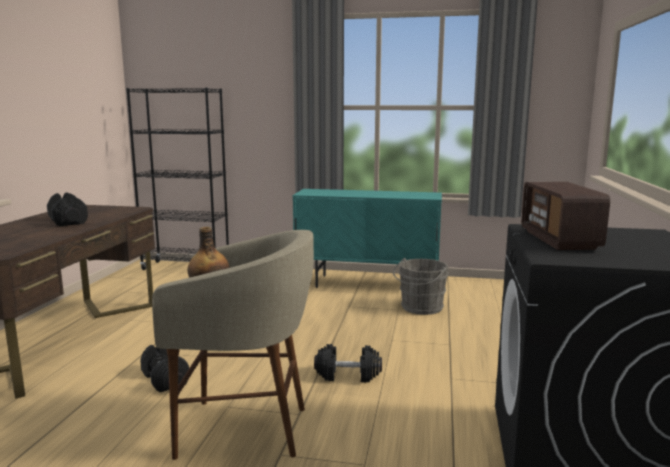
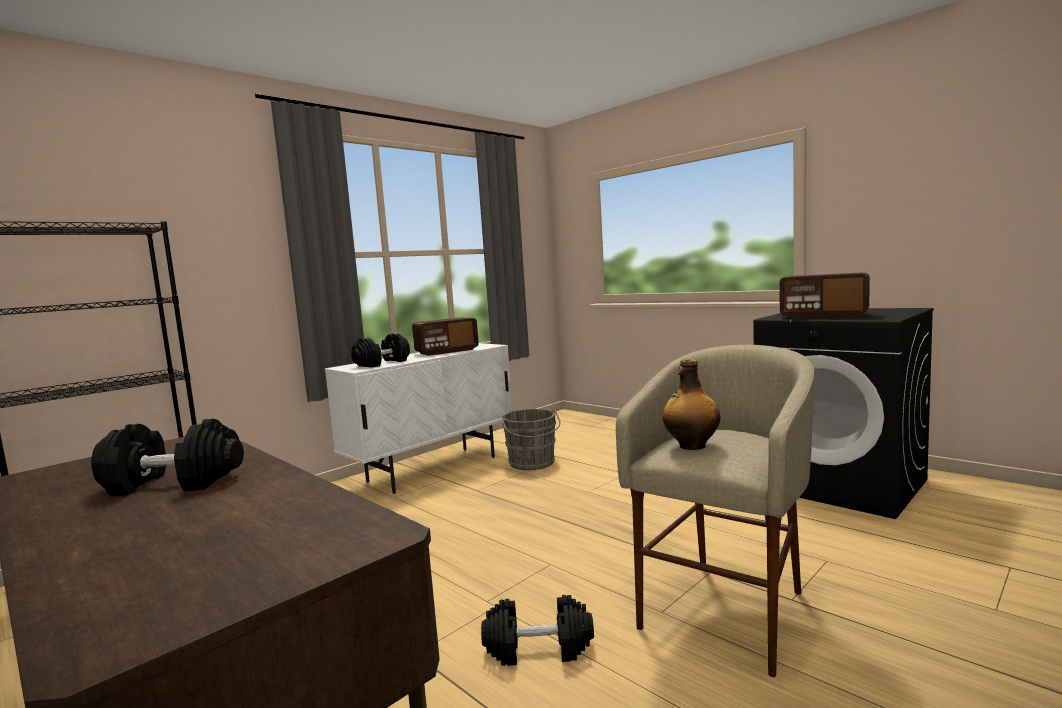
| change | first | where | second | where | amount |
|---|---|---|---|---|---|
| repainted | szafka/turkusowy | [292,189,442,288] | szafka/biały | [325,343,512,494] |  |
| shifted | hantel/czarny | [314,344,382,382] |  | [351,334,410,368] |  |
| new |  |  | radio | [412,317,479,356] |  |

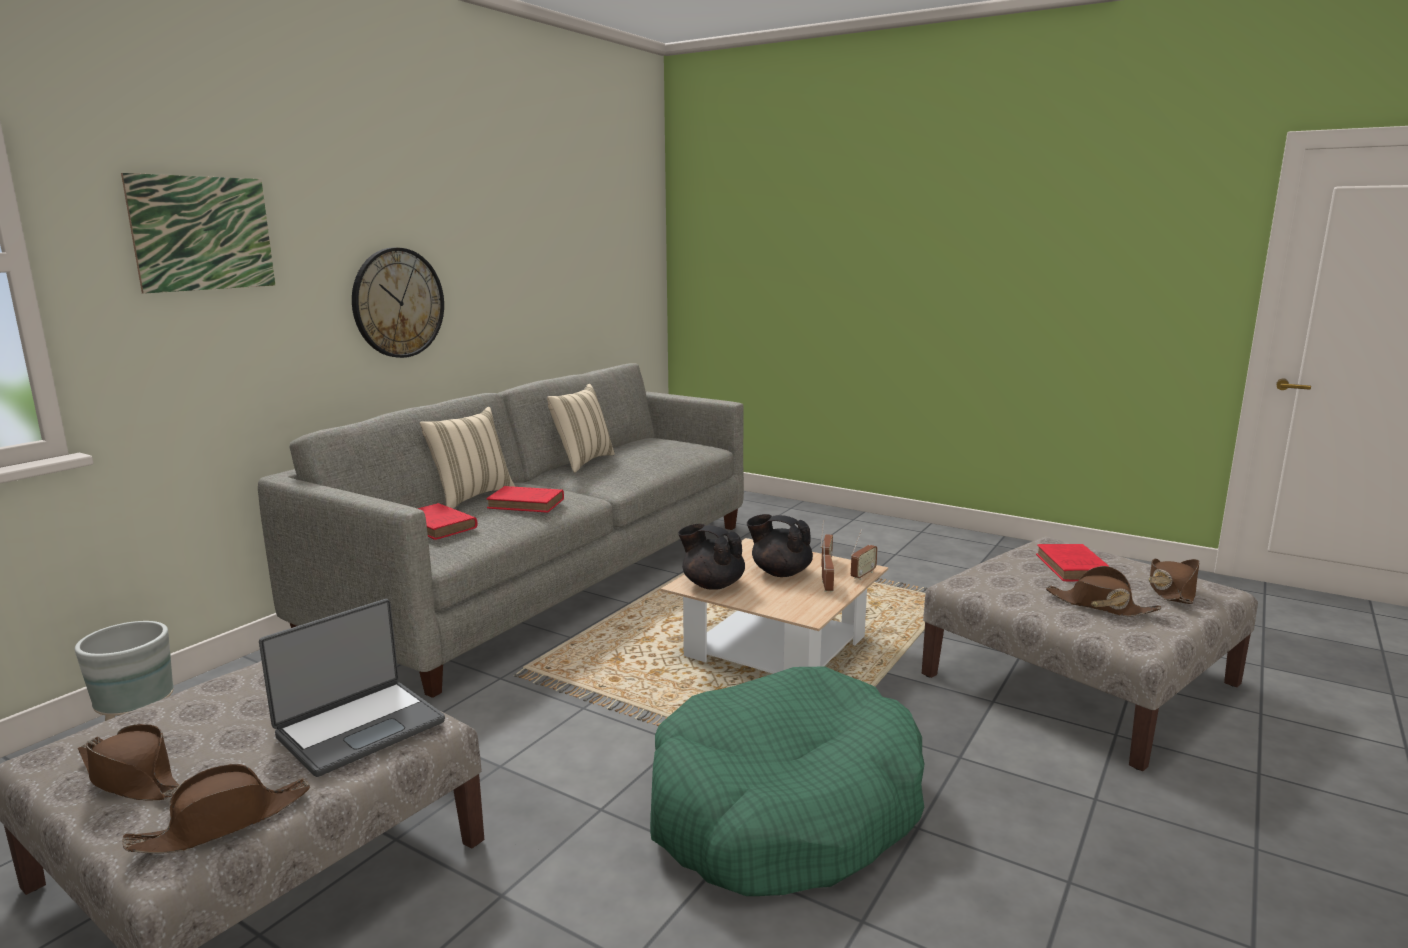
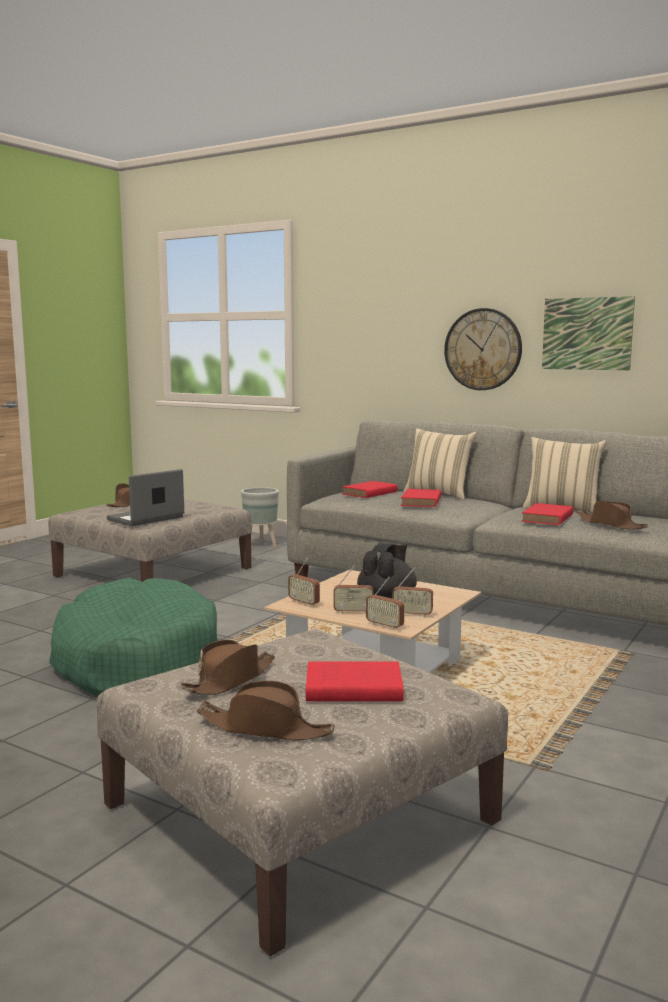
| change | first | where | second | where | amount |
|---|---|---|---|---|---|
| shifted | obraz | [121,173,275,294] |  | [542,296,635,370] |  |
| gone | imbryk/czarny | [678,524,745,590] |  |  |  |
| rotated | laptop | [259,599,445,777] |  | [106,469,184,526] | 90 degrees clockwise |
| shifted | kapelusz/brązowy | [122,764,311,854] |  | [576,501,649,530] |  |
| new |  |  | książka/czerwony | [521,503,573,525] |  |
| new |  |  | radio | [288,558,320,607] |  |

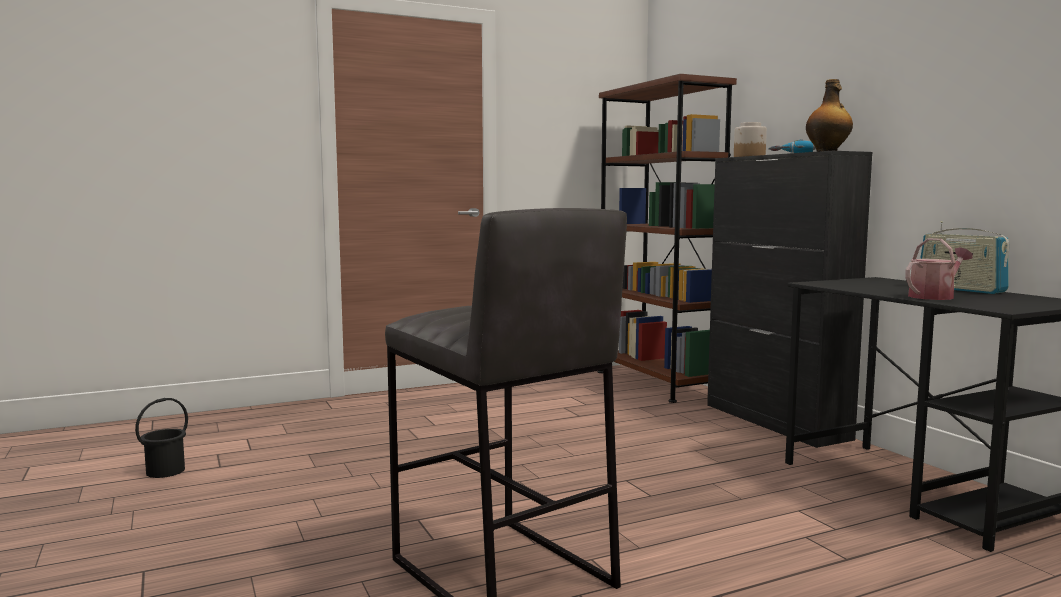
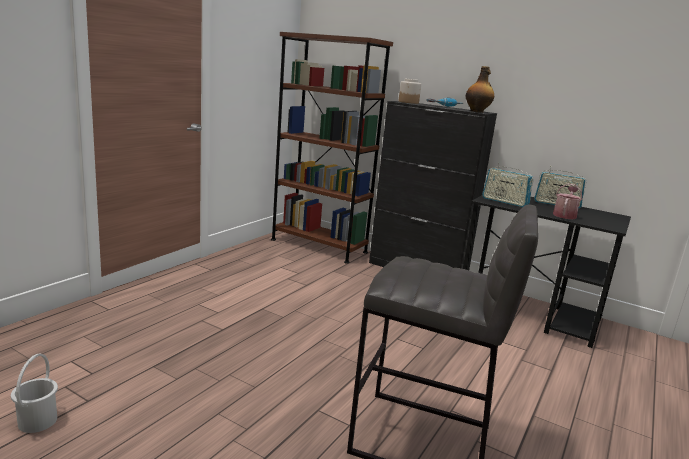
| change | first | where | second | where | amount |
|---|---|---|---|---|---|
| repainted | wiadro/czarny | [135,398,188,478] | wiadro/biały | [11,353,58,433] |  |
| new |  |  | radio | [482,162,534,207] |  |

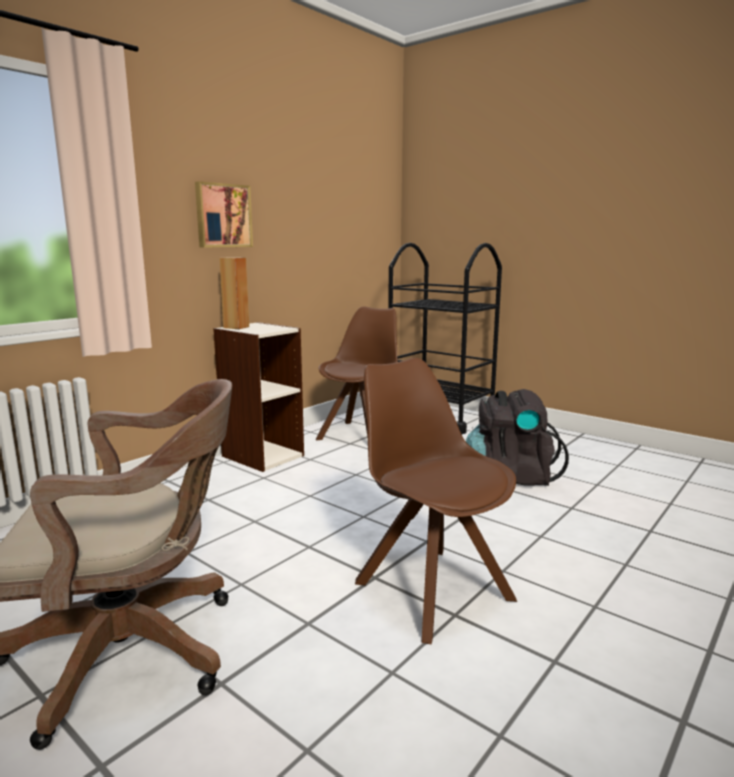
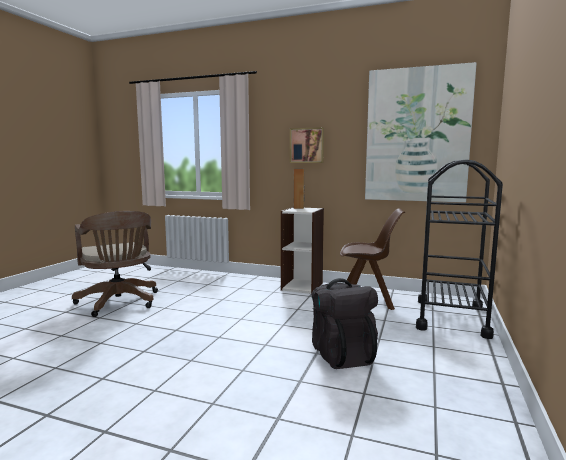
| change | first | where | second | where | amount |
|---|---|---|---|---|---|
| gone | krzesło/brązowy | [355,358,517,645] |  |  |  |
| new |  |  | obraz | [365,62,477,202] |  |

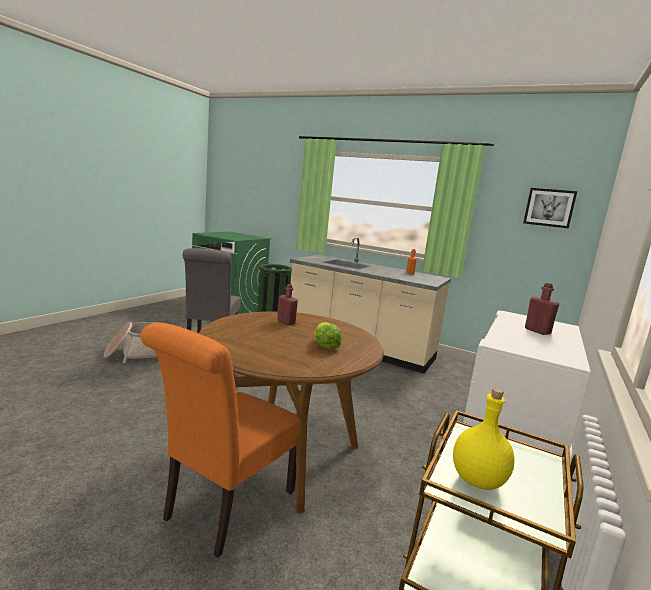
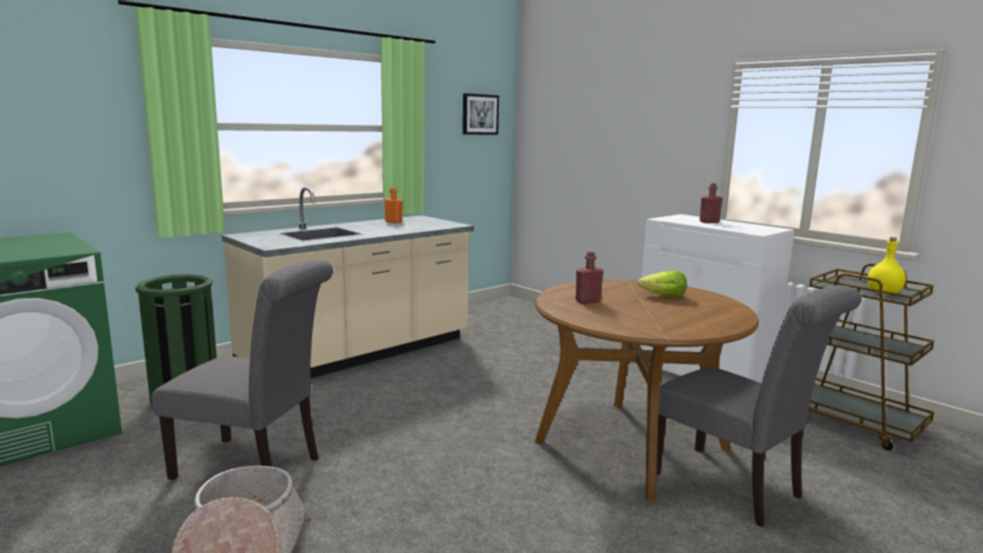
| change | first | where | second | where | amount |
|---|---|---|---|---|---|
| repainted | krzesło/pomarańczowy | [141,323,300,558] | krzesło/szary | [657,285,862,527] |  |

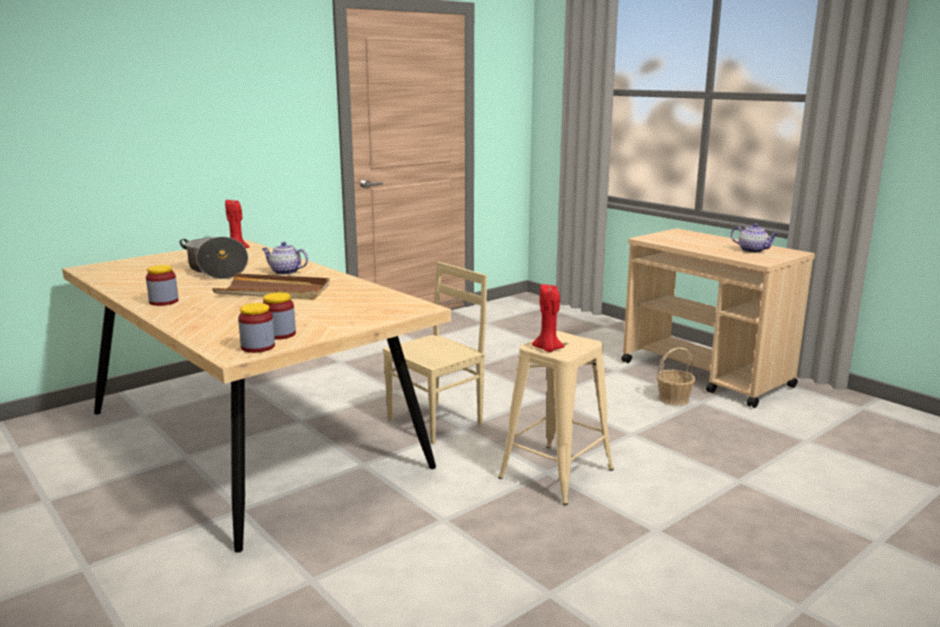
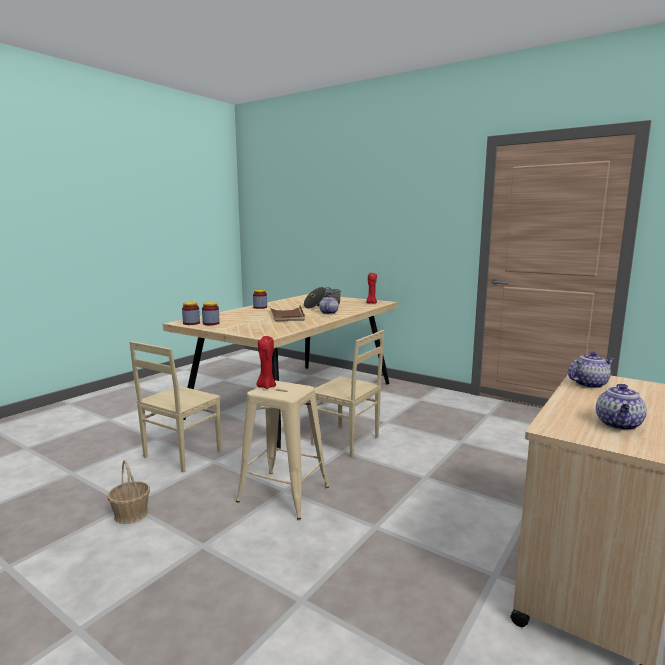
| change | first | where | second | where | amount |
|---|---|---|---|---|---|
| shifted | koszyk | [656,347,695,406] |  | [107,459,150,524] |  |
| new |  |  | krzesło/beżowy | [129,341,221,472] |  |
| new |  |  | imbryk | [568,352,615,388] |  |

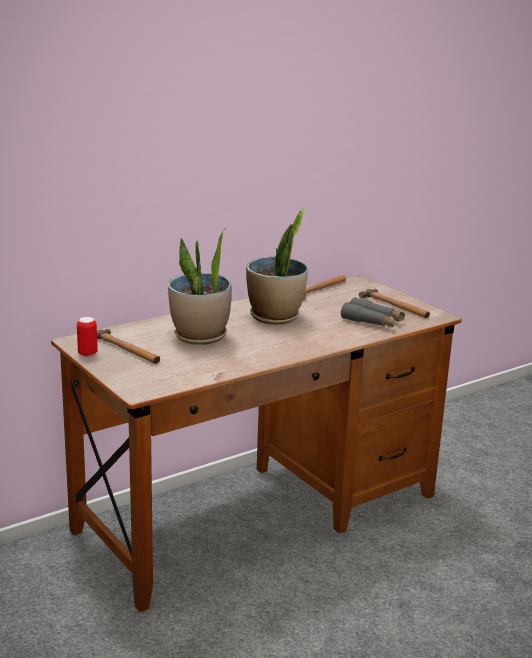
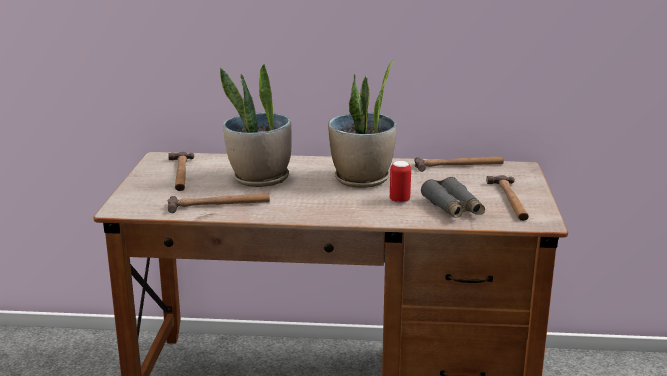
| change | first | where | second | where | amount |
|---|---|---|---|---|---|
| shifted | puszka | [77,317,98,357] |  | [390,161,411,203] |  |
| new |  |  | młotek | [167,194,270,213] |  |

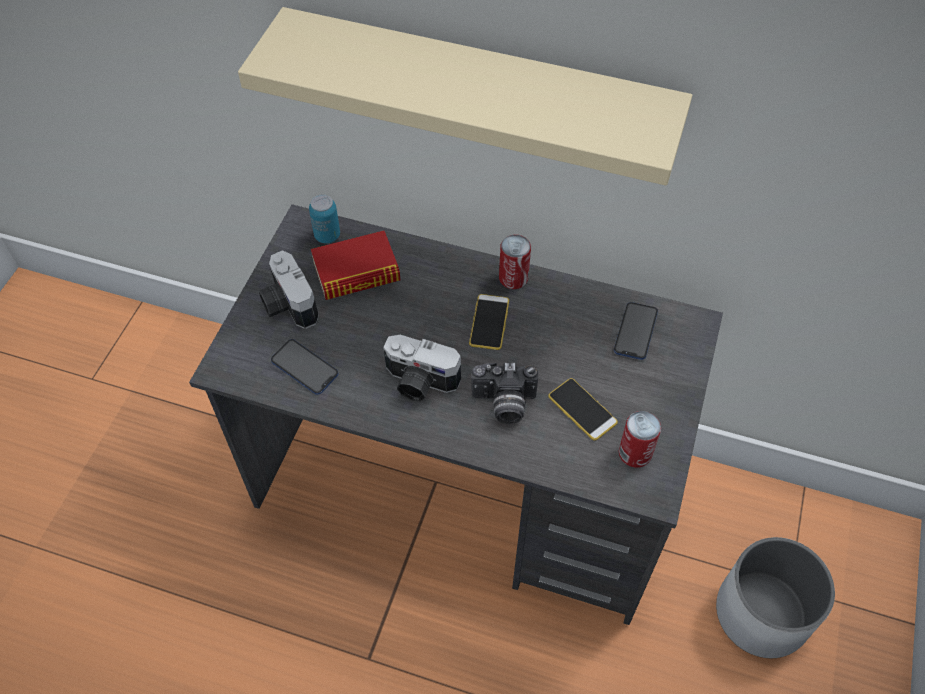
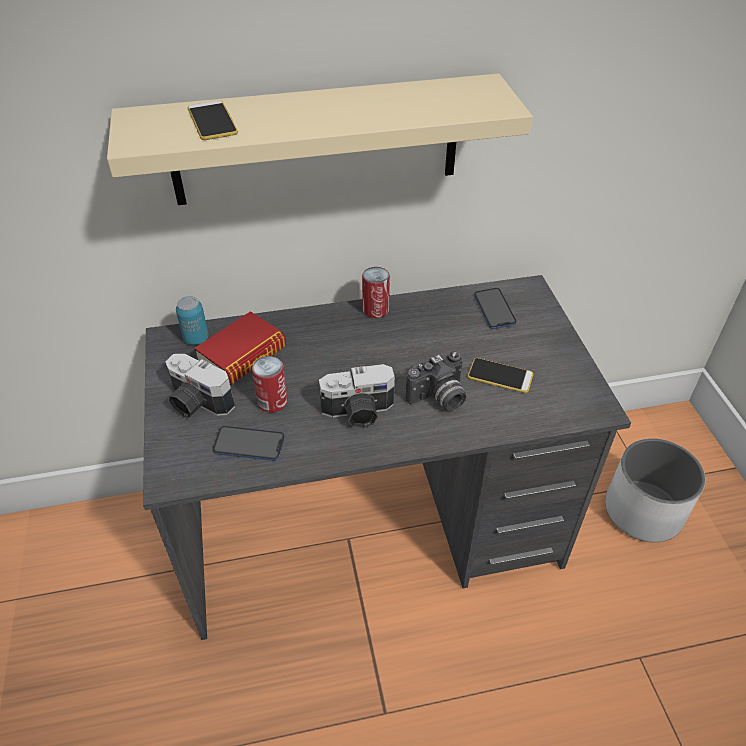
| change | first | where | second | where | amount |
|---|---|---|---|---|---|
| shifted | telefon | [469,294,509,350] |  | [187,100,238,140] |  |
| shifted | puszka | [619,411,661,468] |  | [252,356,288,413] |  |

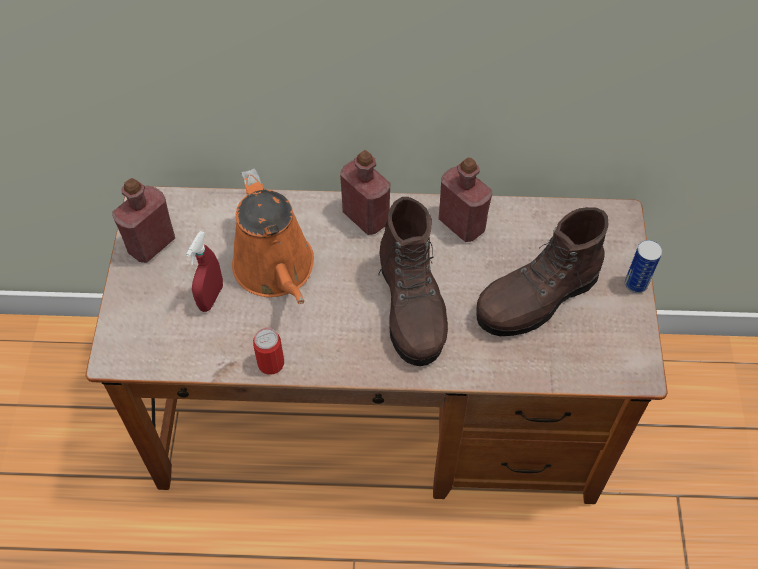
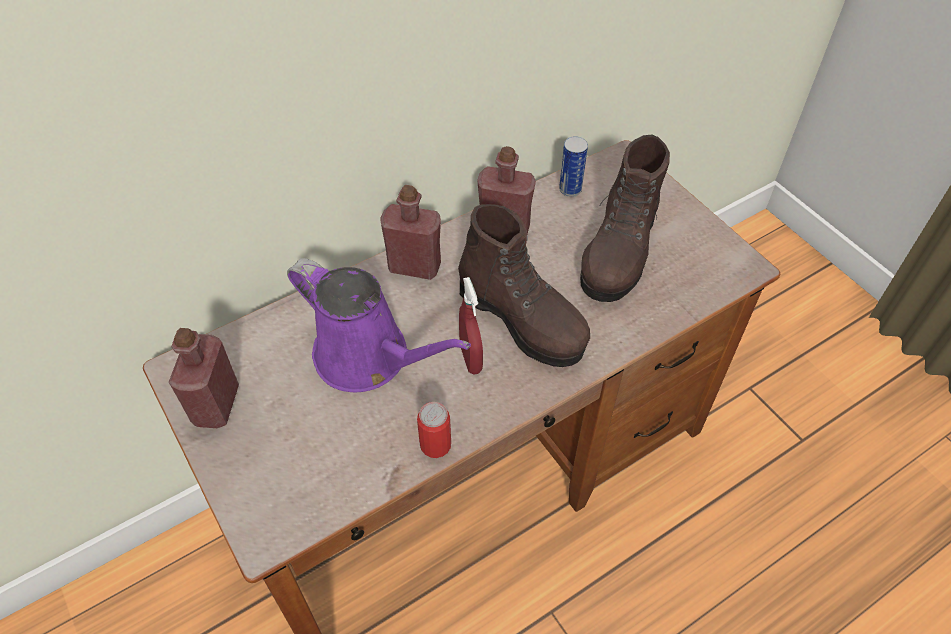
| change | first | where | second | where | amount |
|---|---|---|---|---|---|
| repainted | konewka/pomarańczowy | [232,168,314,304] | konewka/fioletowy | [287,258,471,393] |  |
| shifted | spryskiwacz/czerwony | [186,231,223,312] |  | [459,277,483,375] |  |
| shifted | puszka | [625,240,662,293] |  | [559,136,588,197] |  |

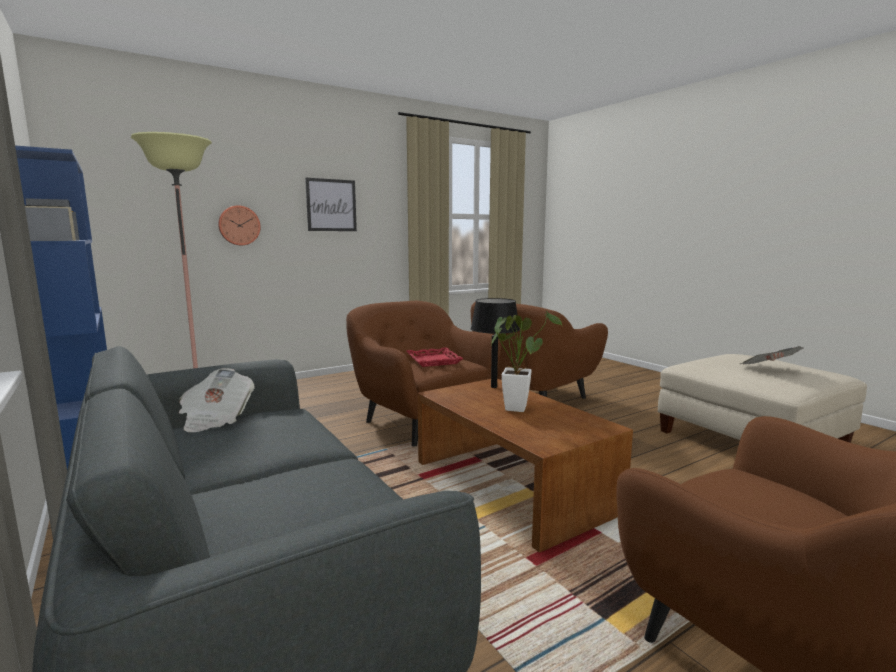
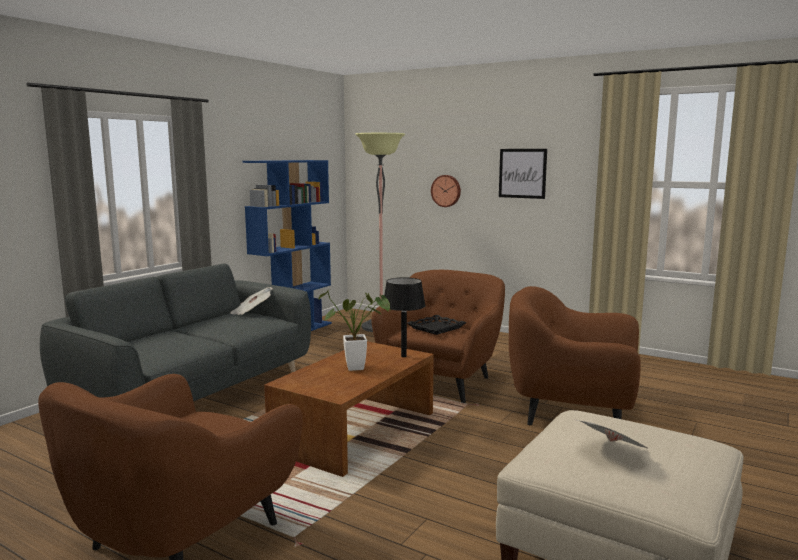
| change | first | where | second | where | amount |
|---|---|---|---|---|---|
| repainted | taca/czerwony | [406,347,463,367] | taca/czarny | [407,315,466,335] |  |

